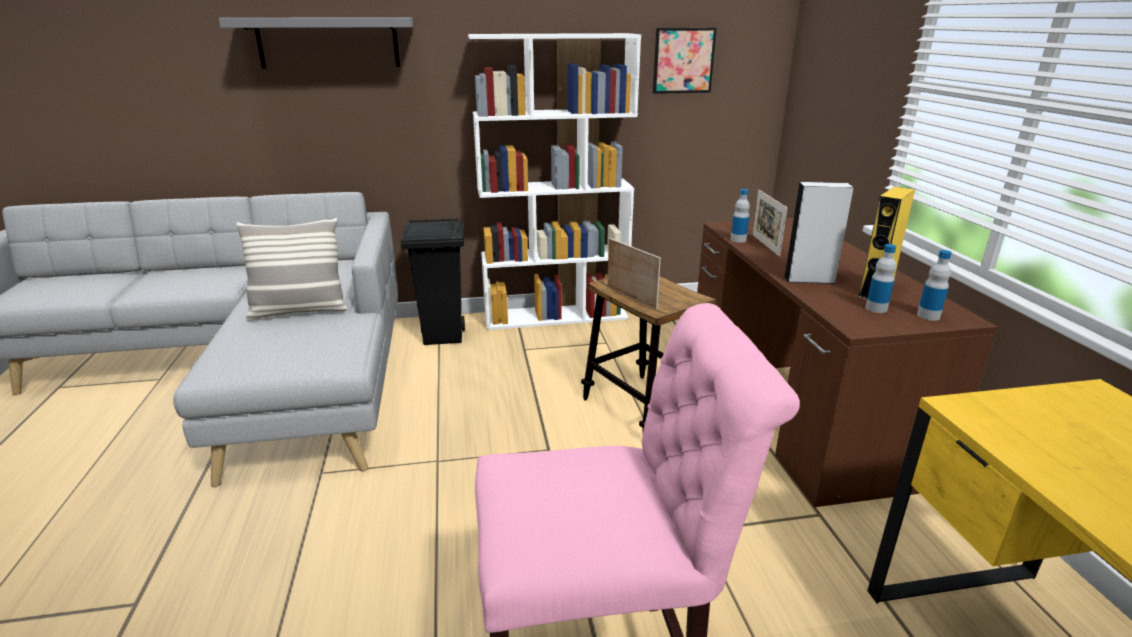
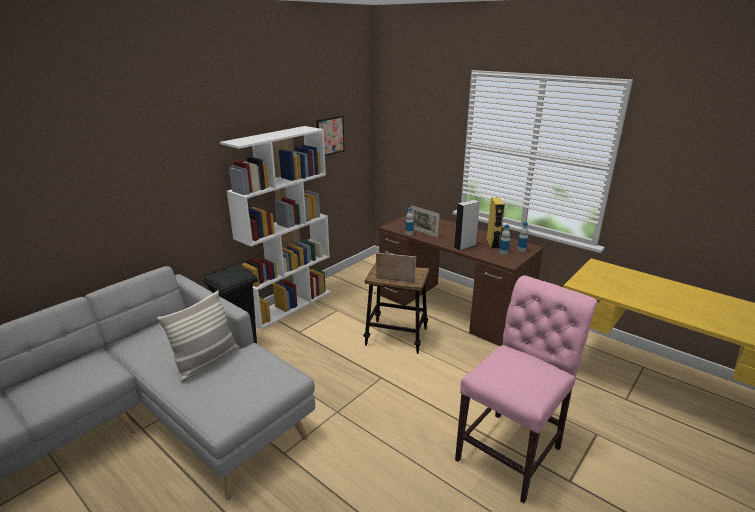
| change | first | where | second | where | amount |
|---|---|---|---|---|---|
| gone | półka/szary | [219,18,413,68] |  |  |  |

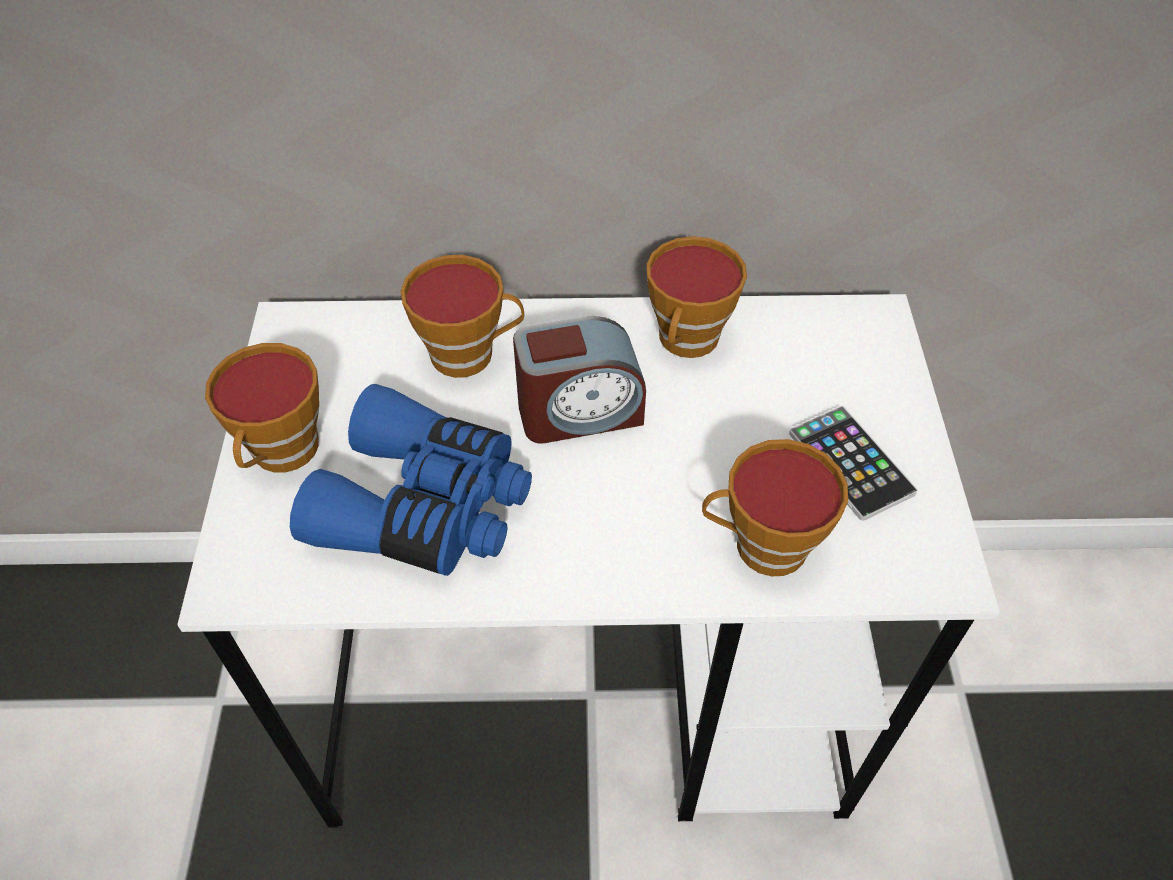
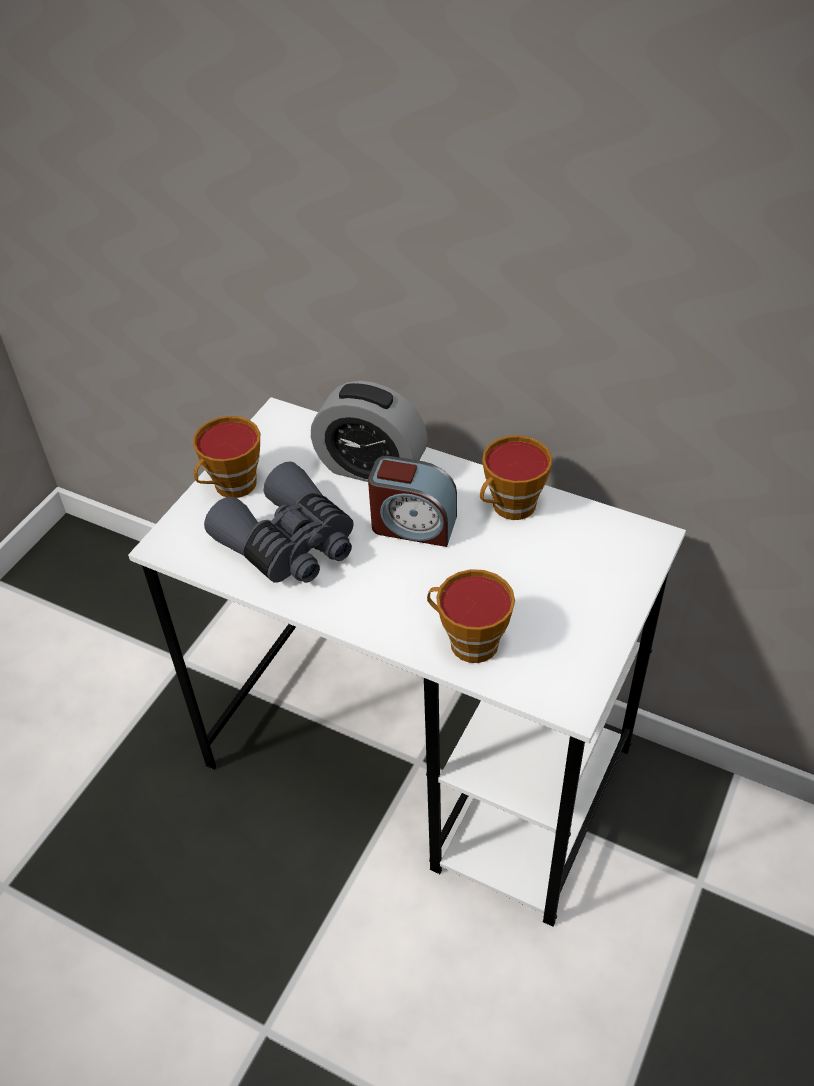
| change | first | where | second | where | amount |
|---|---|---|---|---|---|
| swapped | filiżanka | [401,255,524,378] | budzik | [311,381,428,482] |  |
| repainted | lornetka/niebieski | [290,384,532,576] | lornetka/szary | [204,462,354,583] |  |
| gone | telefon | [789,406,918,521] |  |  |  |

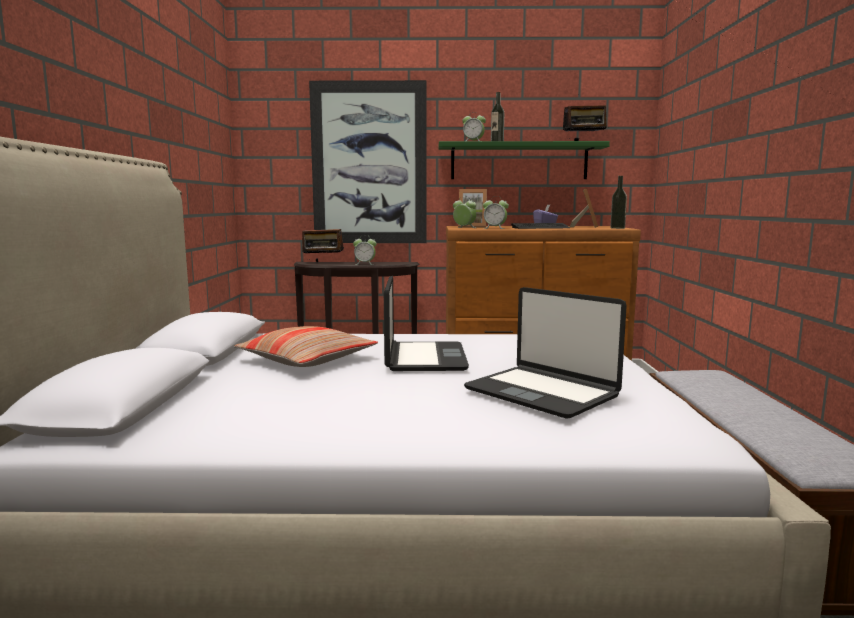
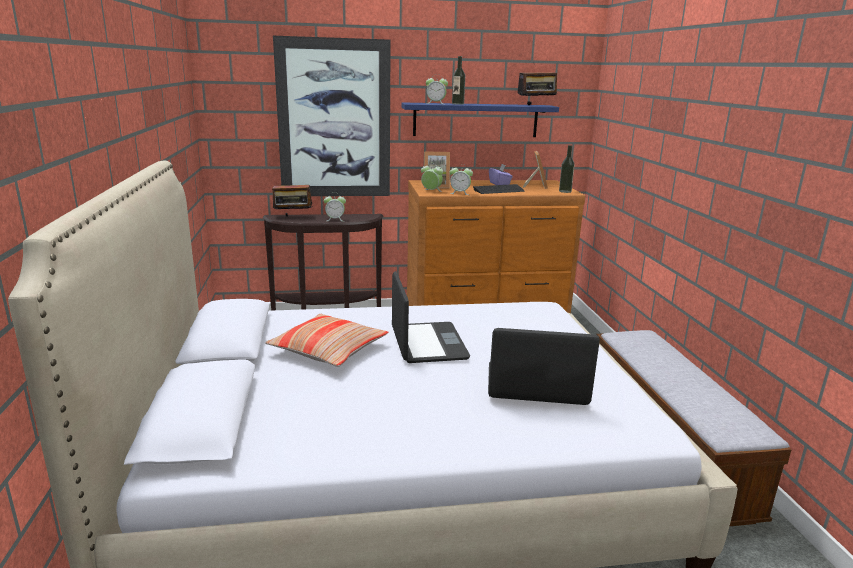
| change | first | where | second | where | amount |
|---|---|---|---|---|---|
| repainted | półka/zielony | [439,141,610,179] | półka/niebieski | [401,102,559,137] |  |
| rotated | laptop | [464,287,627,419] |  | [488,328,600,405] | 150 degrees clockwise |

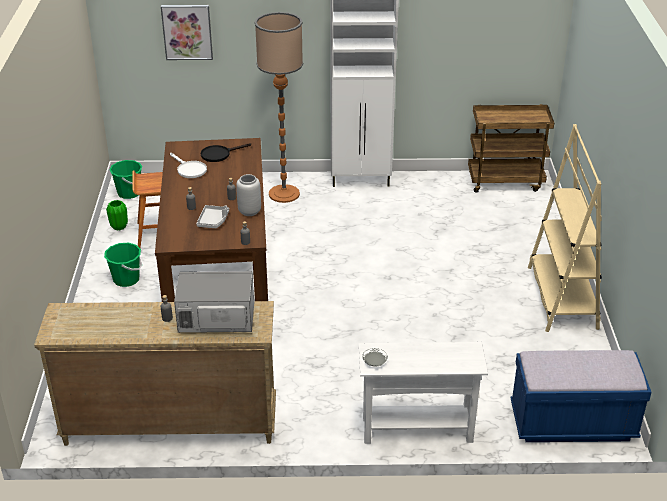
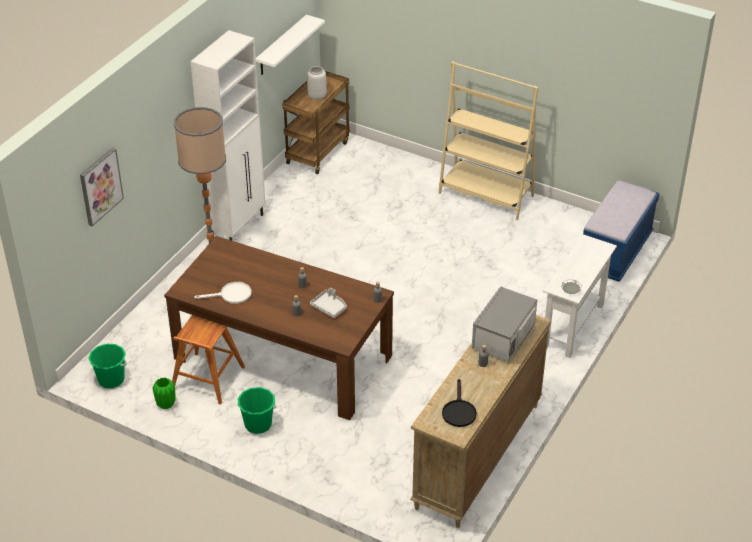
| change | first | where | second | where | amount |
|---|---|---|---|---|---|
| shifted | patelnia/czarny | [201,143,251,162] |  | [442,379,477,427] |  |
| shifted | wazon/szary | [236,174,261,216] |  | [307,66,327,100] |  |
| new |  |  | półka/biały | [256,15,325,75] |  |

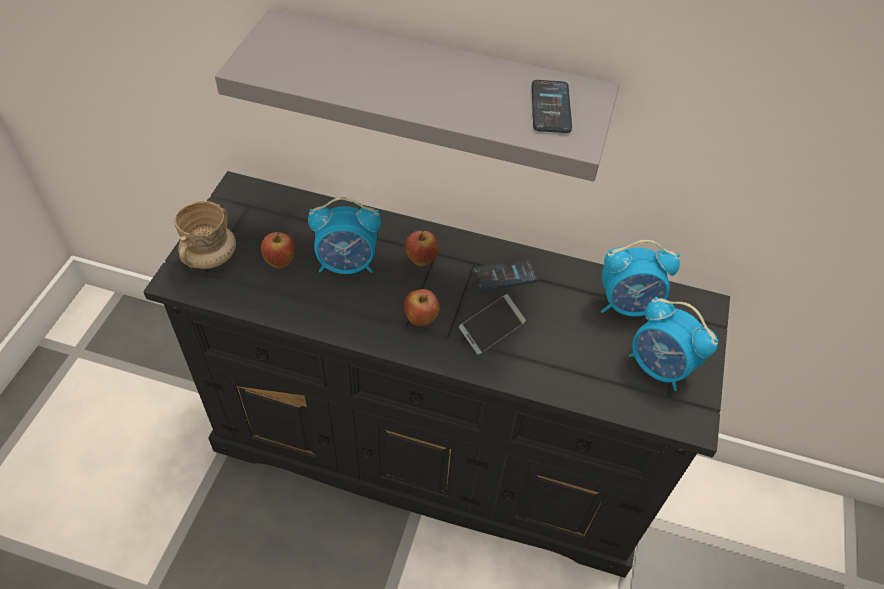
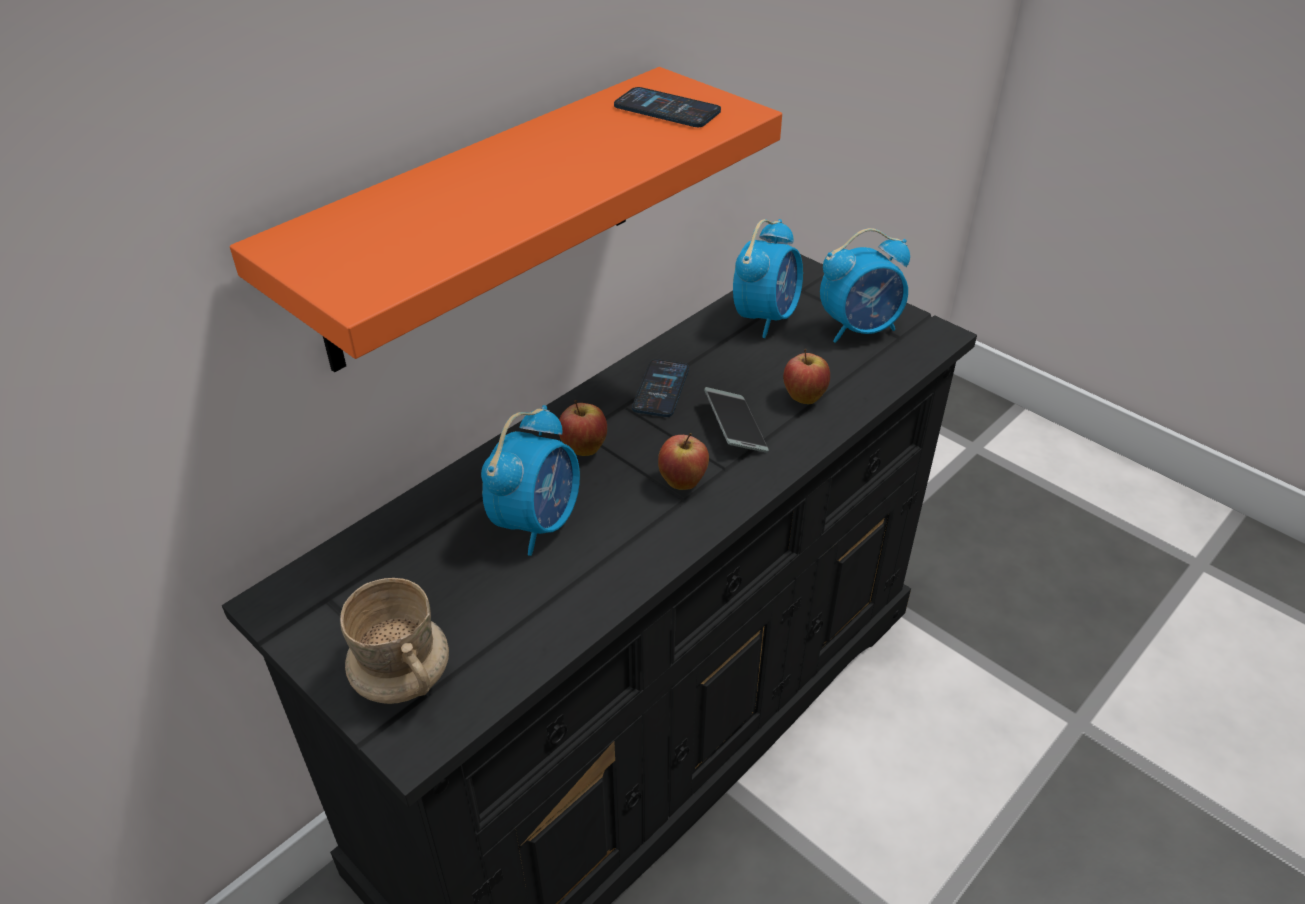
| change | first | where | second | where | amount |
|---|---|---|---|---|---|
| repainted | półka/szary | [215,9,619,182] | półka/pomarańczowy | [230,67,782,373] |  |
| shifted | jabłko | [261,231,295,268] |  | [783,349,830,404] |  |

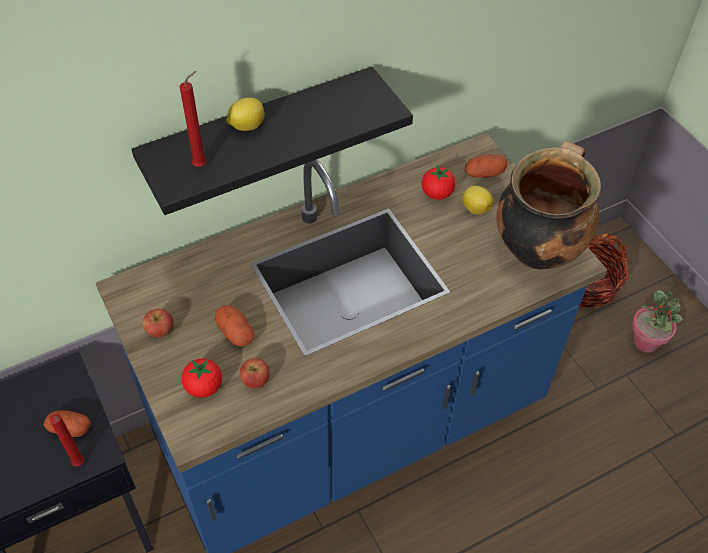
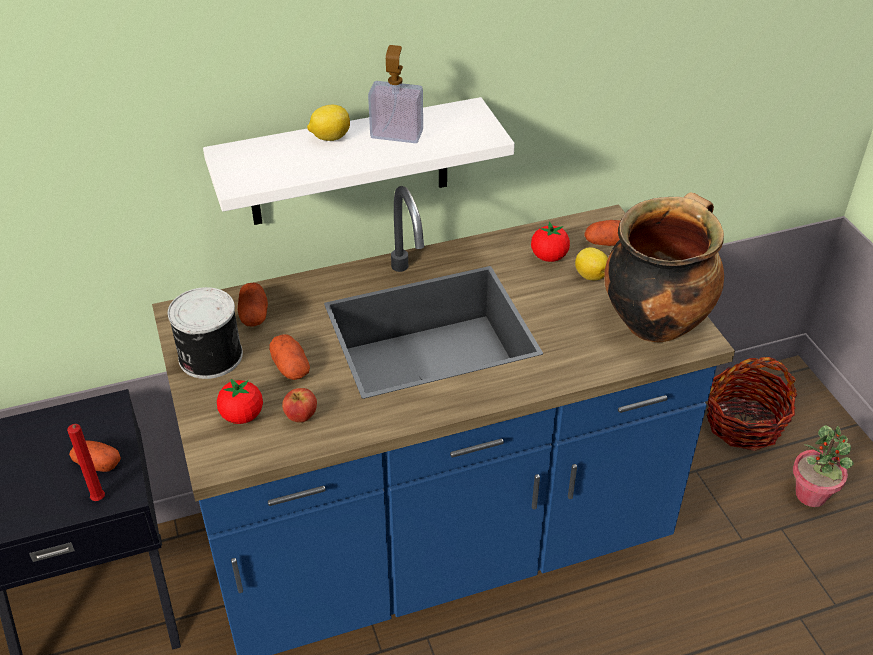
| change | first | where | second | where | amount |
|---|---|---|---|---|---|
| repainted | półka/czarny | [132,66,413,215] | półka/biały | [203,97,515,225] |  |
| gone | świeca/czerwony | [179,71,207,167] |  |  |  |
| swapped | jabłko | [142,309,174,338] | puszka | [168,287,243,379] |  |
| new |  |  | dozownik mydła | [368,45,423,143] |  |
| new |  |  | ziemniak | [238,283,268,327] |  |

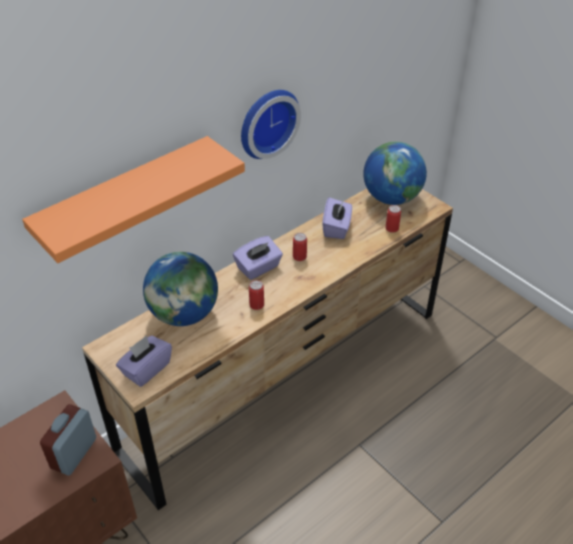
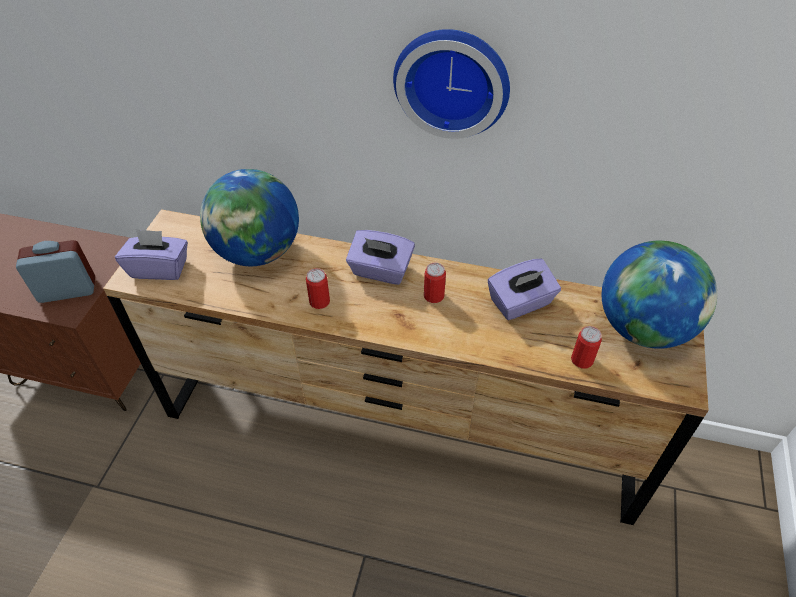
| change | first | where | second | where | amount |
|---|---|---|---|---|---|
| gone | półka/pomarańczowy | [22,136,245,263] |  |  |  |

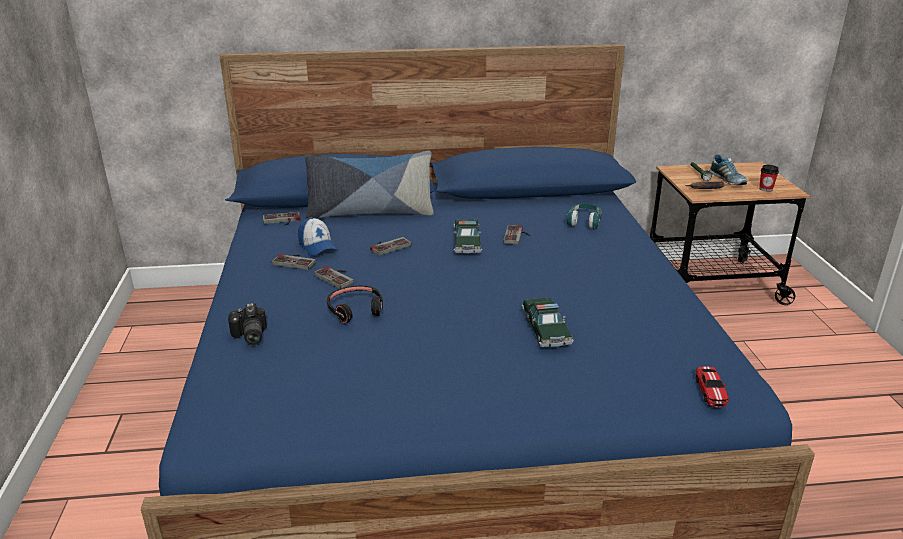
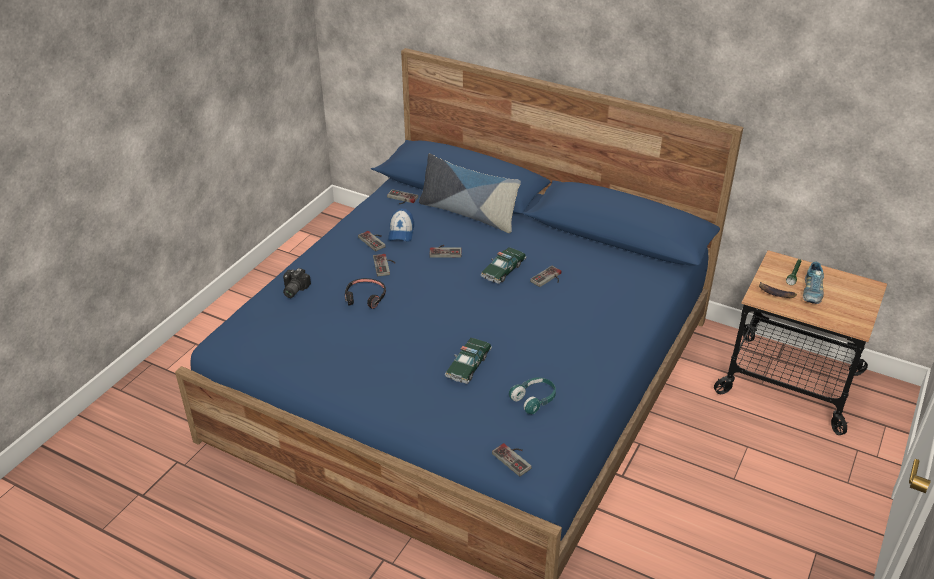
| change | first | where | second | where | amount |
|---|---|---|---|---|---|
| gone | filiżanka | [759,165,779,192] |  |  |  |
| shifted | słuchawki/turkusowy | [567,204,602,229] |  | [509,378,556,414] |  |
| swapped | samochodzik | [696,366,729,407] | pad do gier | [492,443,532,477] |  |

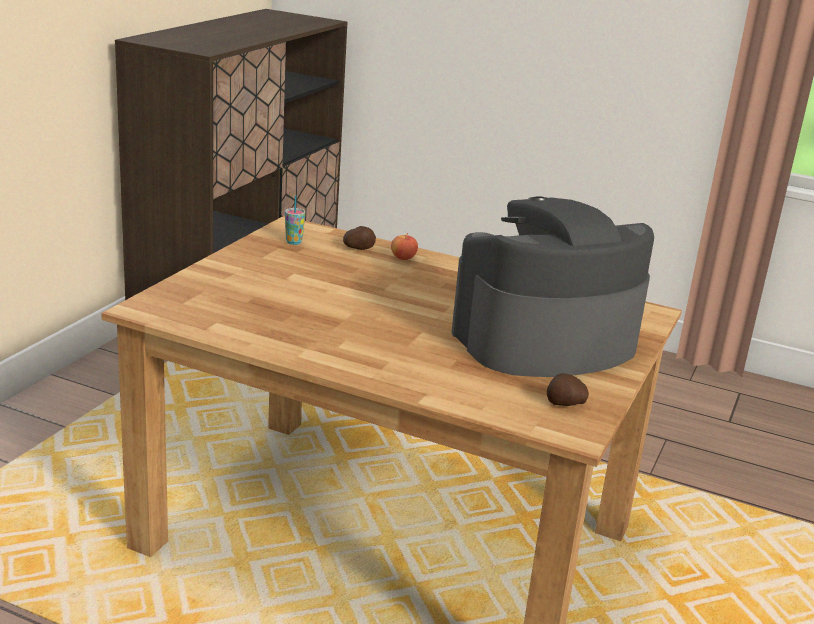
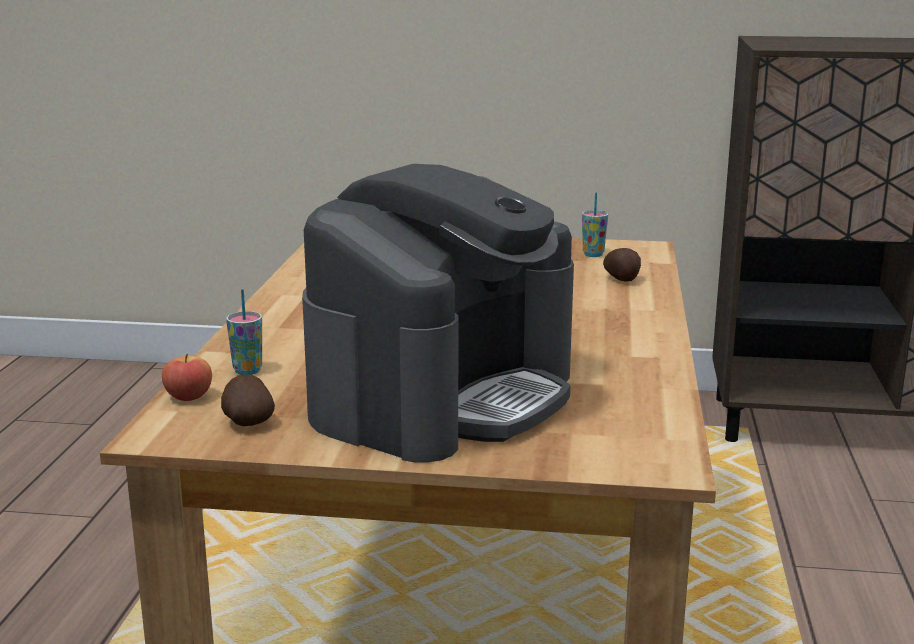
| change | first | where | second | where | amount |
|---|---|---|---|---|---|
| rotated | ekspres do kawy | [451,196,654,377] |  | [302,164,574,463] | 75 degrees clockwise |
| shifted | jabłko | [391,233,418,260] |  | [162,353,212,401] |  |
| new |  |  | filiżanka | [226,289,262,375] |  |

